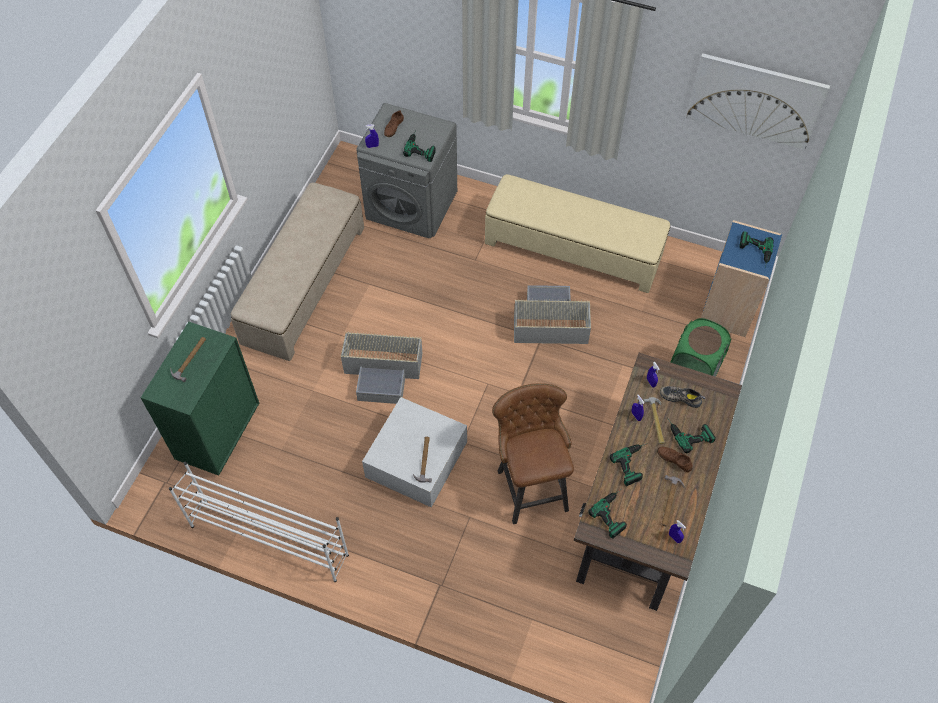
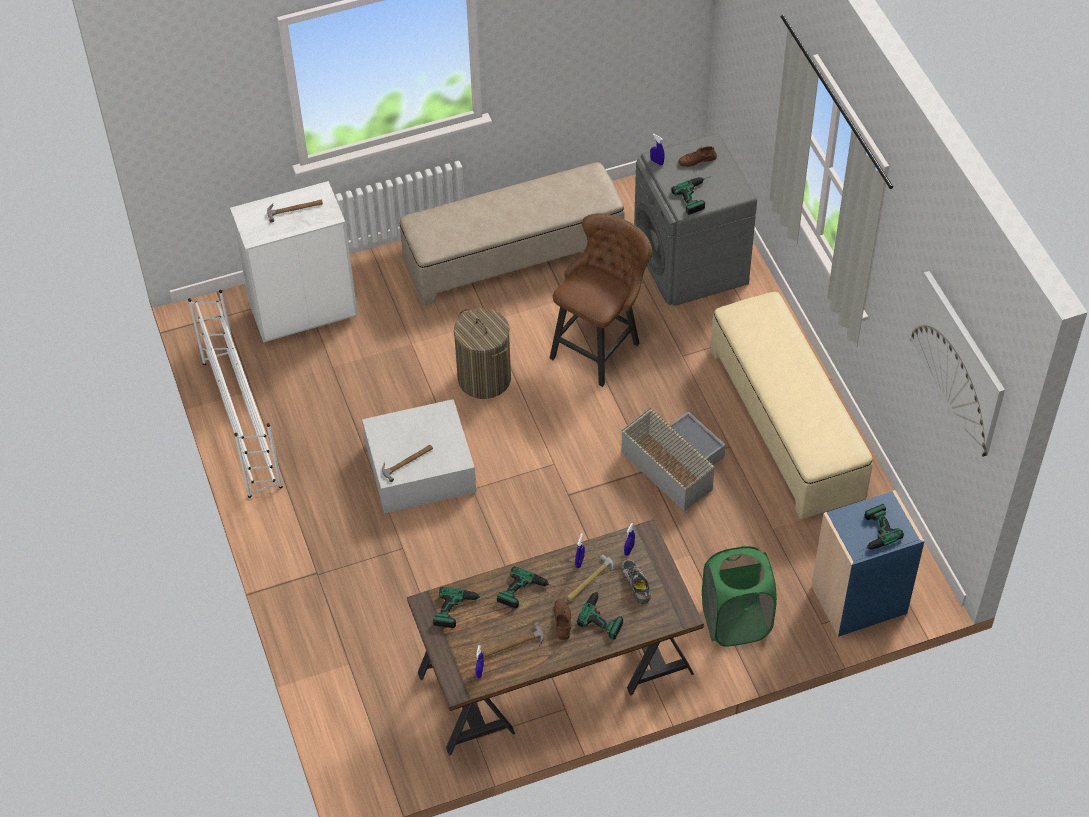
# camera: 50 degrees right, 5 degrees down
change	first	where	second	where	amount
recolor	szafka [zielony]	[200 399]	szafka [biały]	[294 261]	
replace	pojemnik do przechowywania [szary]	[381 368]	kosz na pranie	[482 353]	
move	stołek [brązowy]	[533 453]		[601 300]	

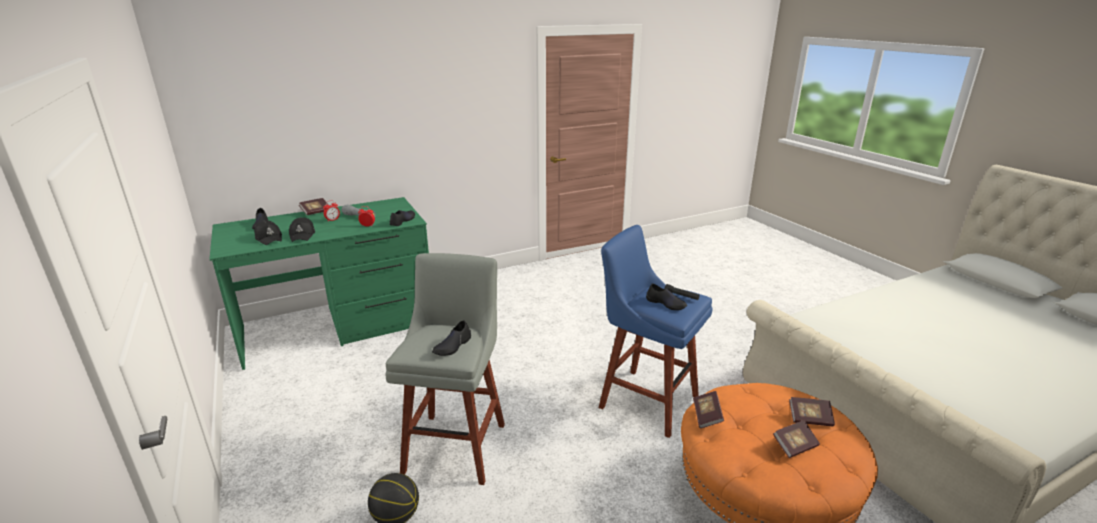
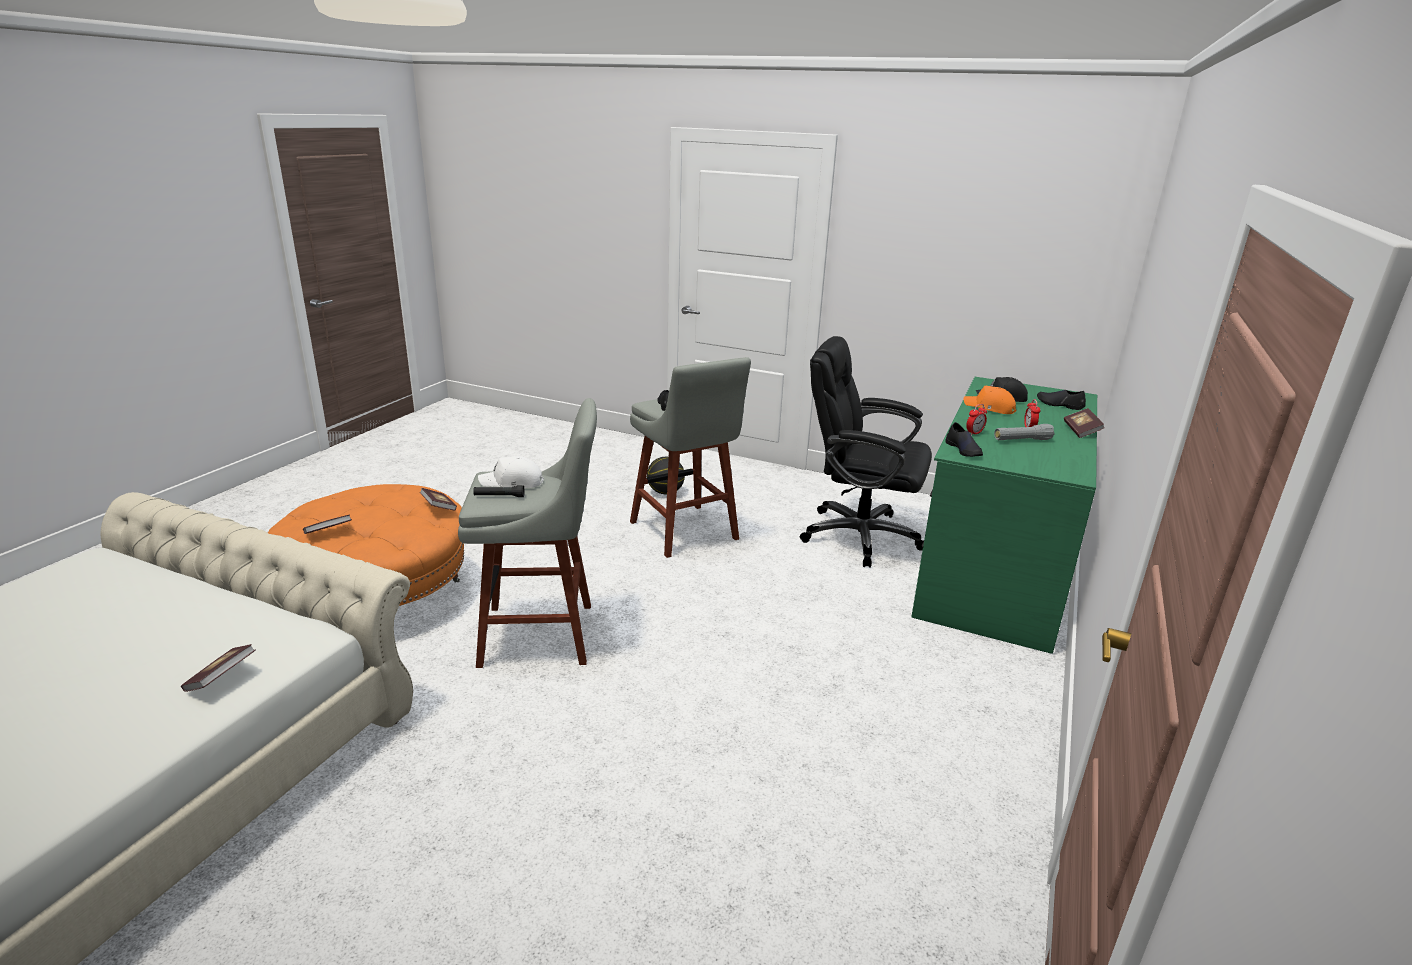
# camera: 140 degrees right, 0 degrees up
change	first	where	second	where	amount
move	książka	[796 439]		[218 668]	
recolor	stołek [niebieski]	[656 331]	stołek [szary]	[527 533]	
replace	but [czarny]	[666 296]	czapka z daszkiem [biały]	[511 472]	
insert			krzesło biurowe [czarny]	[866 452]	
recolor	czapka z daszkiem [czarny]	[302 229]	czapka z daszkiem [pomarańczowy]	[990 400]	

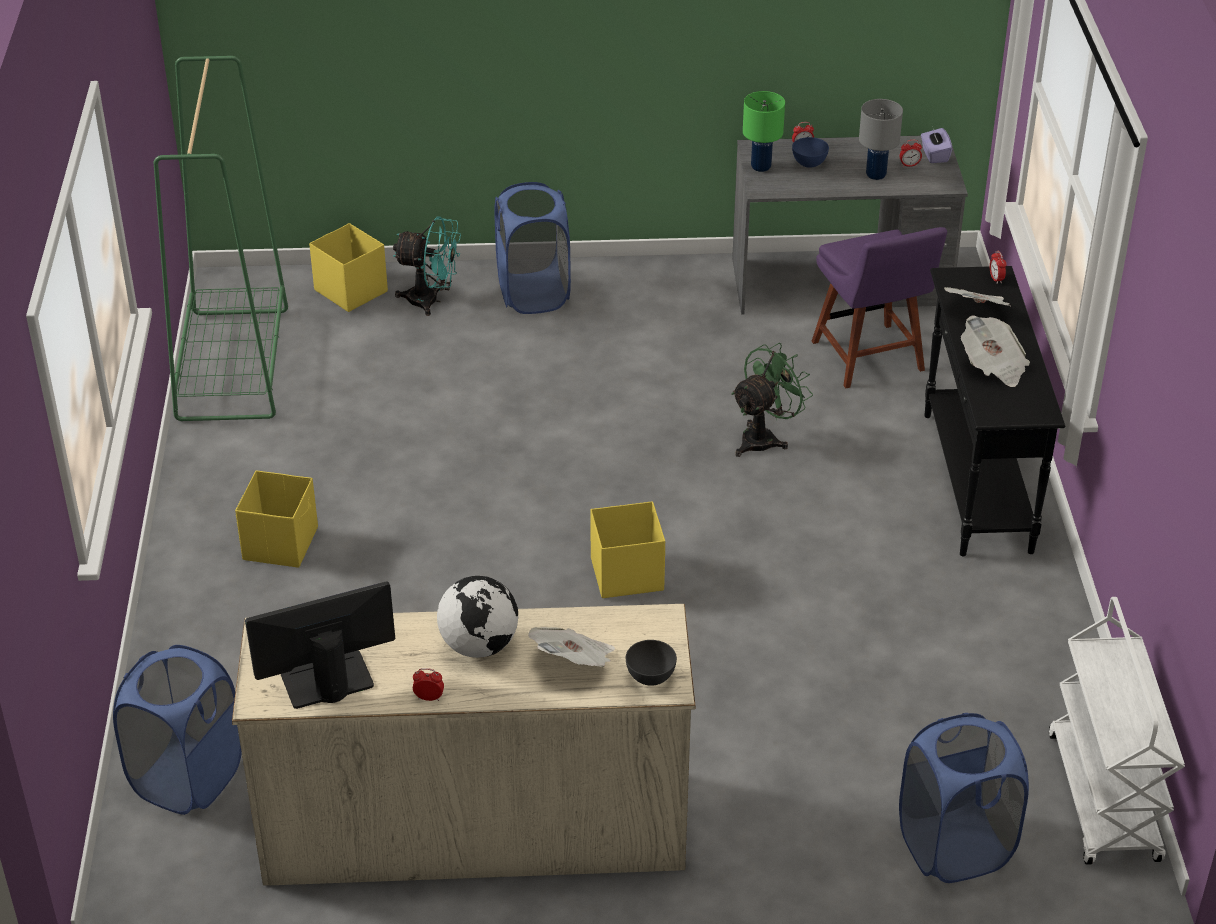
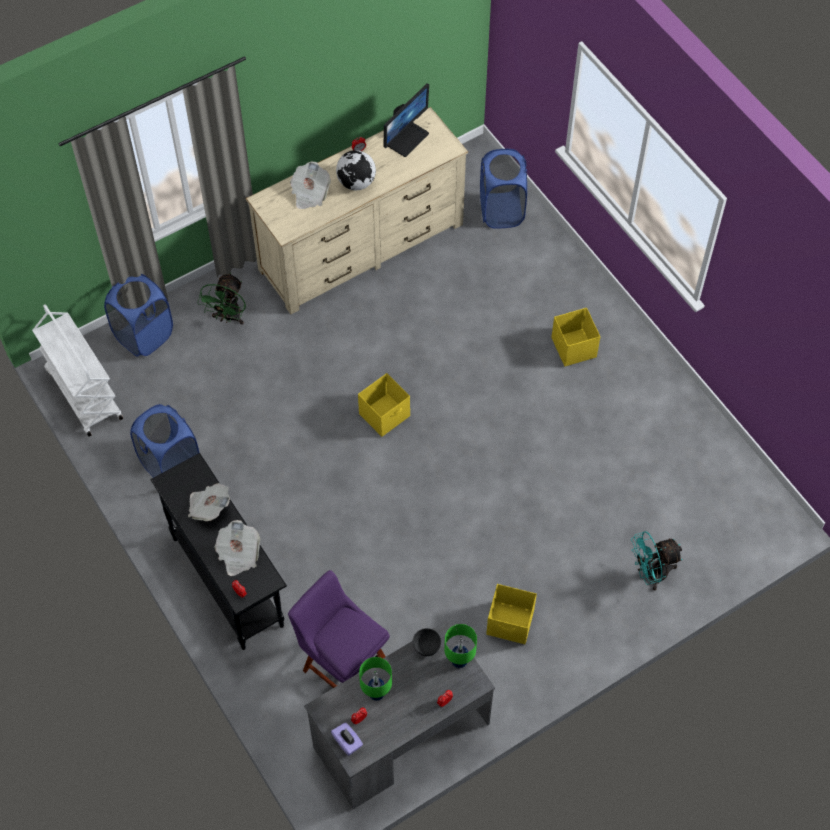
# camera: 150 degrees right, 20 degrees up
change	first	where	second	where	amount
move	kosz na pranie [niebieski]	[532 248]		[165 441]	
move	wentylator [zielony]	[772 400]		[221 299]	
recolor	lampa stołowa [szary]	[881 139]	lampa stołowa [zielony]	[375 679]	
move	miska [szary]	[651 663]		[427 642]	
move	pojemnik do przechowywania [żółty]	[348 267]		[511 614]	
delete	wieszak [zielony]	[221 238]			
delete	miska [niebieski]	[810 152]			

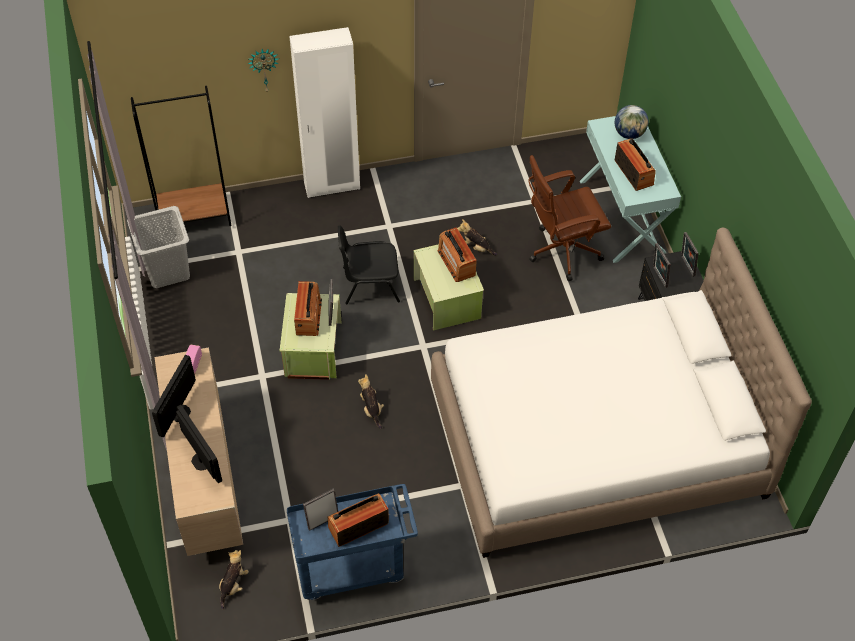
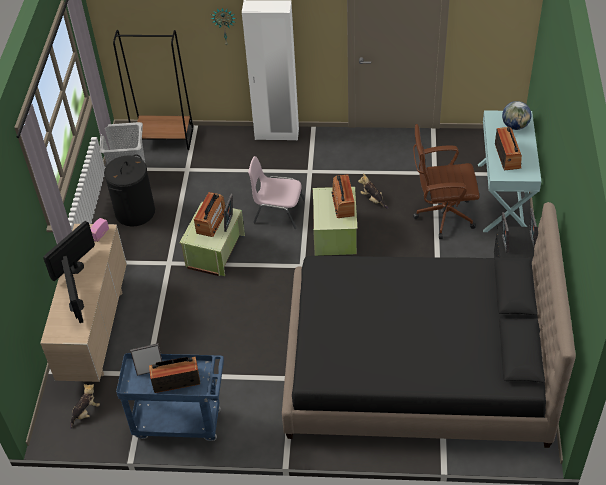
# camera: 20 degrees right, 5 degrees down
change	first	where	second	where	amount
insert			kosz na pranie [czarny]	[129 190]	
recolor	krzesło [czarny]	[369 264]	krzesło [różowy]	[276 192]	
recolor	łóżko [biały]	[621 393]	łóżko [czarny]	[429 325]	
delete	pluszak	[371 401]			

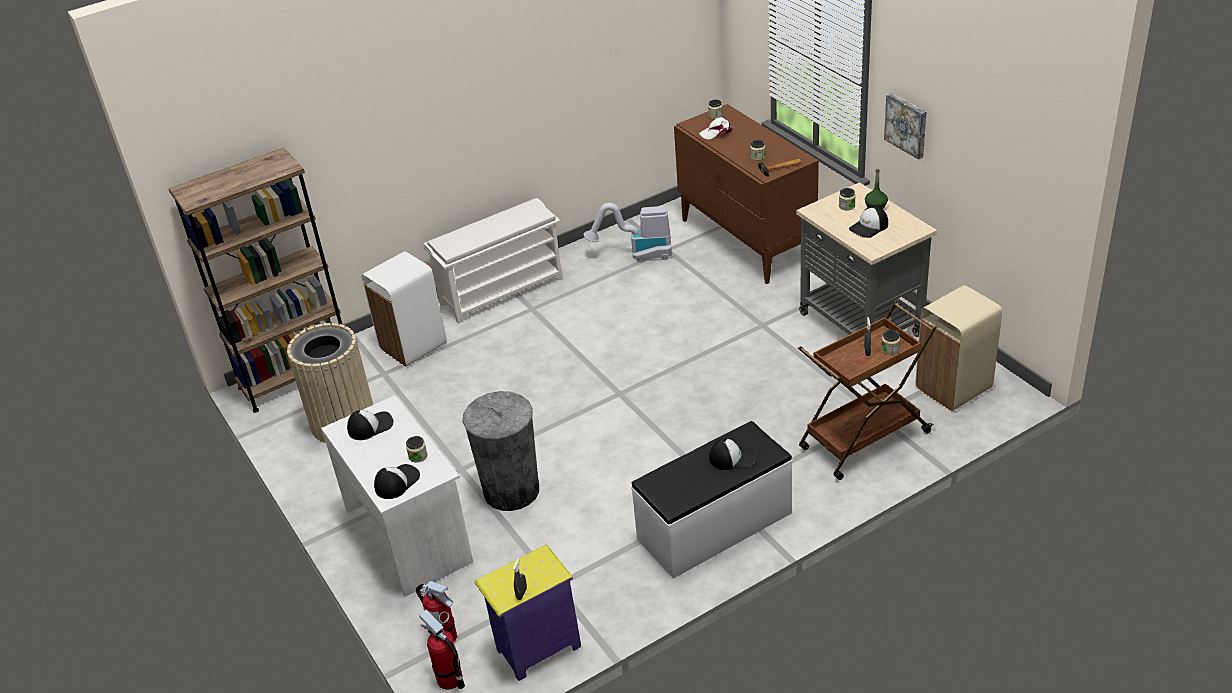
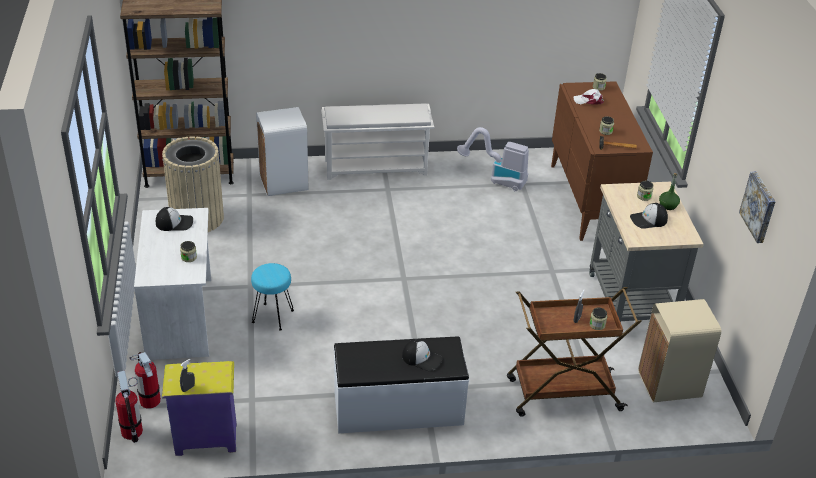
# camera: 20 degrees right, 0 degrees up
change	first	where	second	where	amount
replace	kosz na śmieci [szary]	[501 451]	stołek [turkusowy]	[272 297]	
move	obraz	[905 126]		[757 207]	
delete	czapka z daszkiem	[397 481]			

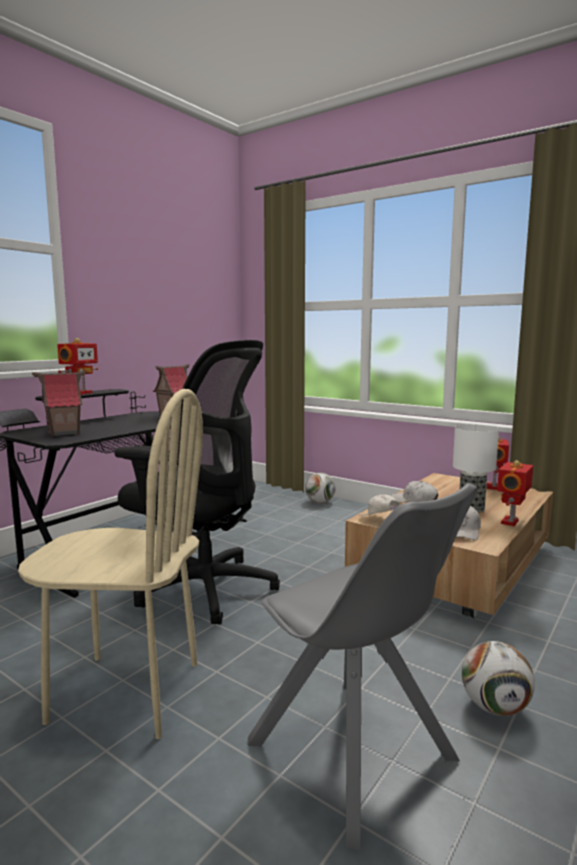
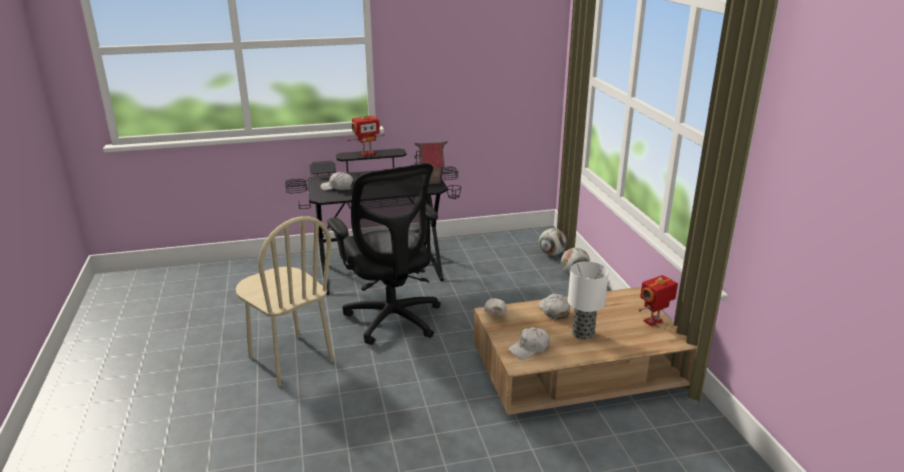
# camera: 40 degrees right, 15 degrees up
change	first	where	second	where	amount
replace	domek	[59 403]	czapka z daszkiem [biały]	[337 181]	
move	piłka futbolowa	[498 678]		[553 242]	
delete	krzesło [szary]	[362 666]			
delete	robot zabawkowy	[515 493]			

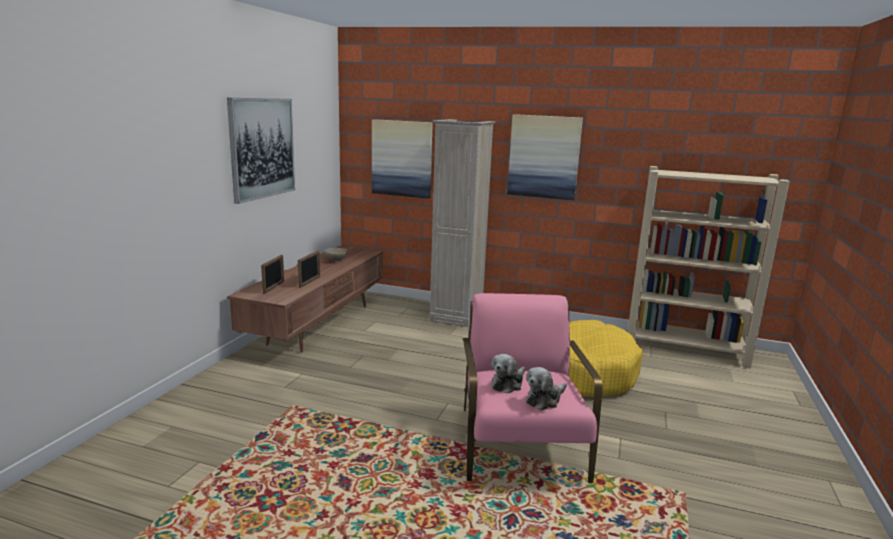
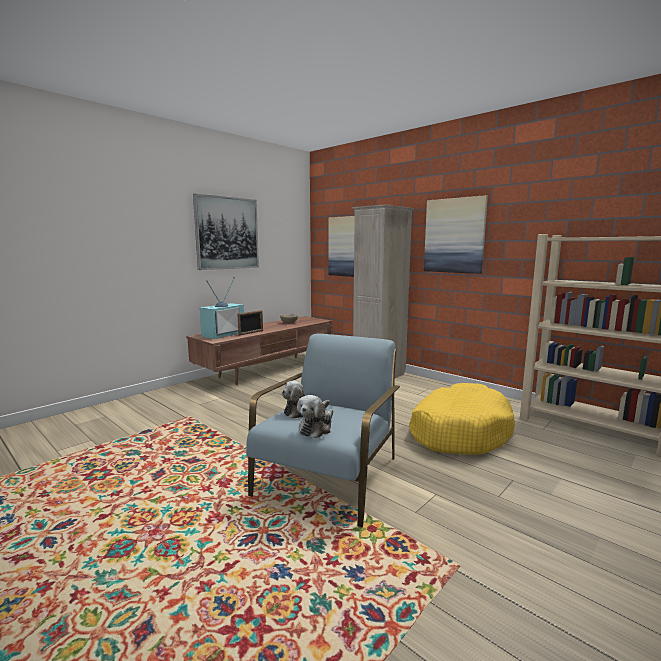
# camera: 25 degrees right, 5 degrees down
change	first	where	second	where	amount
replace	ramka na zdjęcie	[272 274]	telewizor	[222 307]	
recolor	fotel [różowy]	[532 388]	fotel [niebieski]	[323 430]	
rotate	pluszak	[546 388]		[315 416]	45 degrees counterclockwise

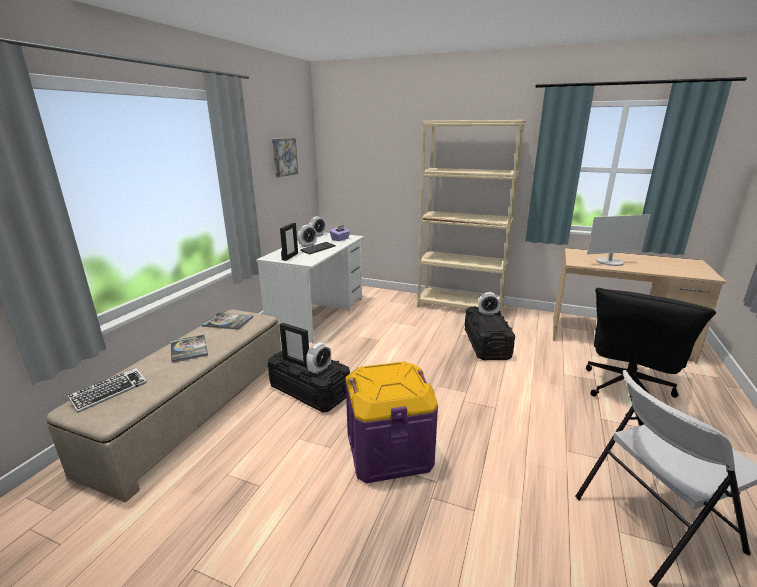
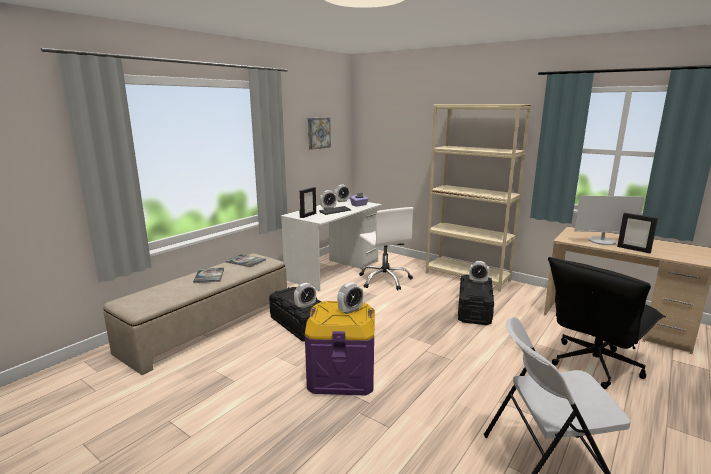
# camera: 15 degrees right, 5 degrees down
change	first	where	second	where	amount
insert			budzik	[350 298]	
insert			krzesło biurowe [biały]	[386 248]	
move	ramka na zdjęcie	[294 345]		[637 233]	
delete	klawiatura	[107 390]			

